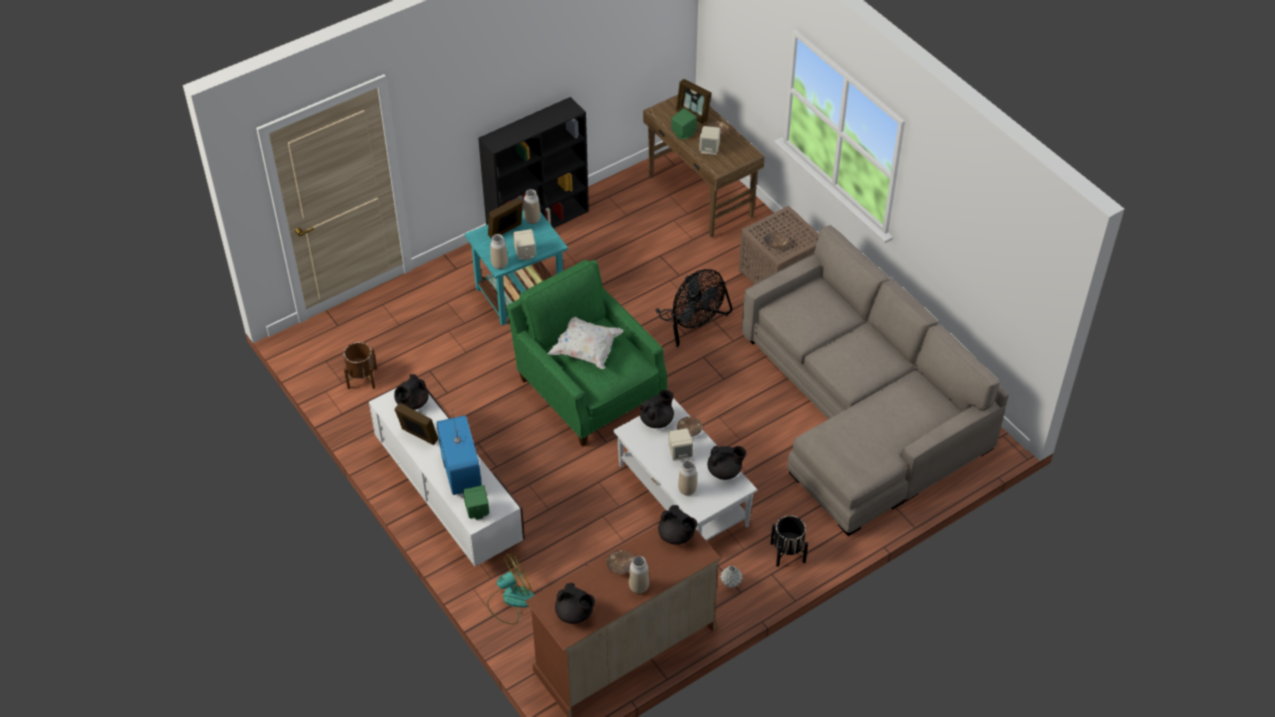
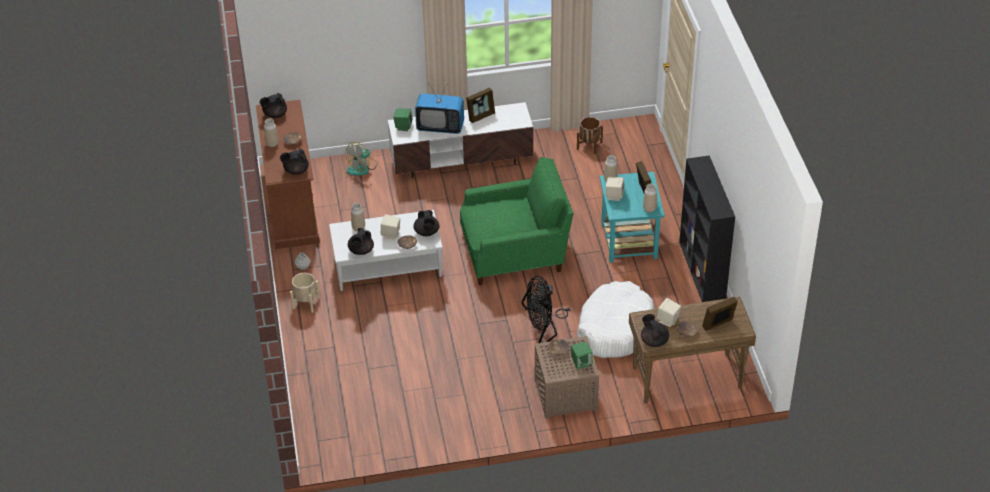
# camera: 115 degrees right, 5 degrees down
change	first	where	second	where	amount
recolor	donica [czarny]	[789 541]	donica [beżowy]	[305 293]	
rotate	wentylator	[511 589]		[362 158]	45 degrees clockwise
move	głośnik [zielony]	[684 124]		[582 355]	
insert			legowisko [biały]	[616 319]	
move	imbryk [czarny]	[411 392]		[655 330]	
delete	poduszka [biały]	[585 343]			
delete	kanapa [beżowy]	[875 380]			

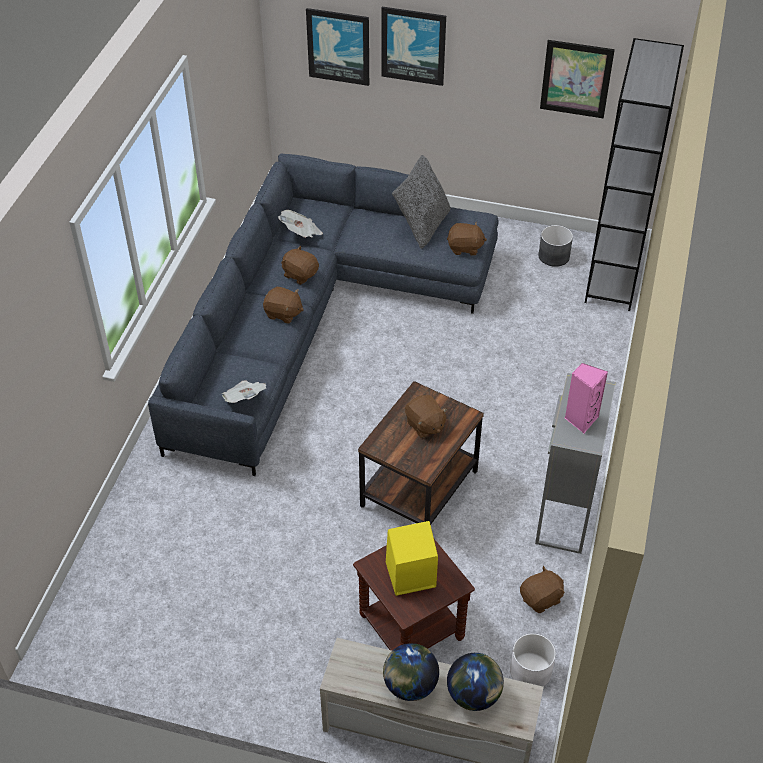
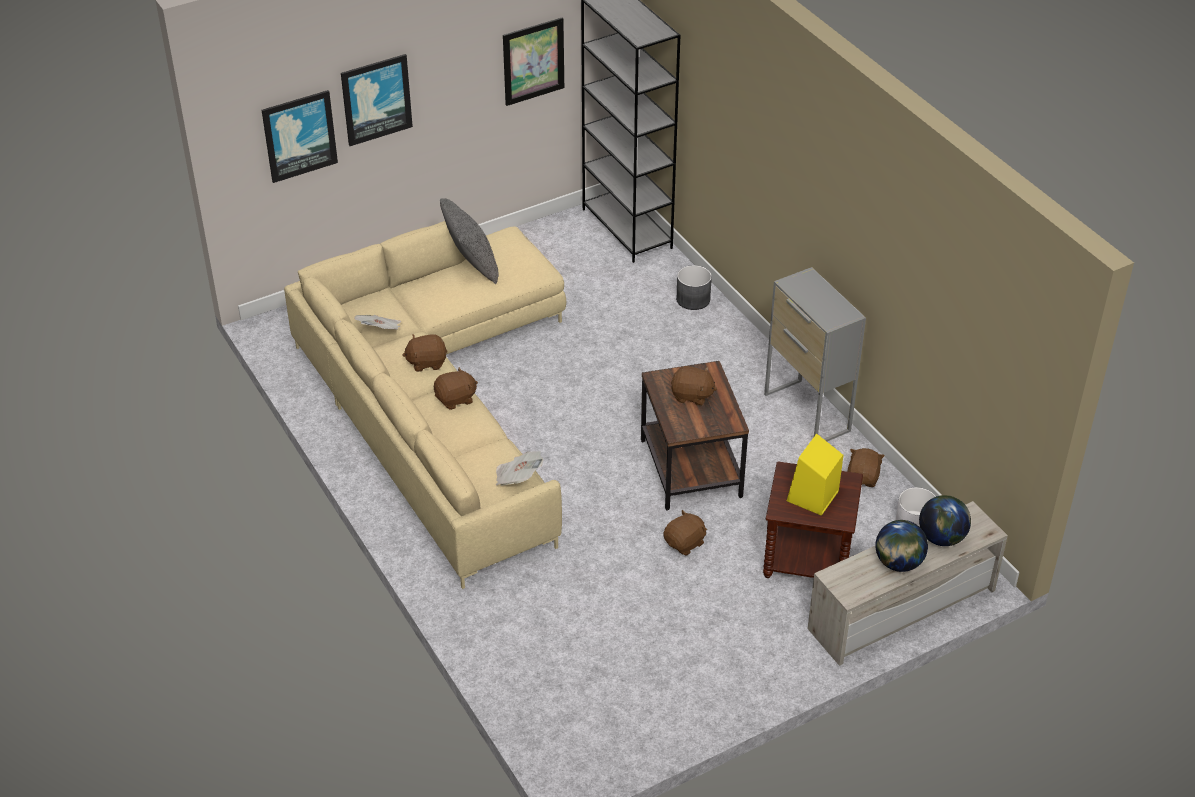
# camera: 45 degrees left, 5 degrees down
change	first	where	second	where	amount
recolor	kanapa [niebieski]	[323 315]	kanapa [beżowy]	[425 405]	
move	pluszak [brązowy]	[467 238]		[685 533]	
move	donica [szary]	[555 246]		[694 287]	
delete	głośnik [różowy]	[586 398]			

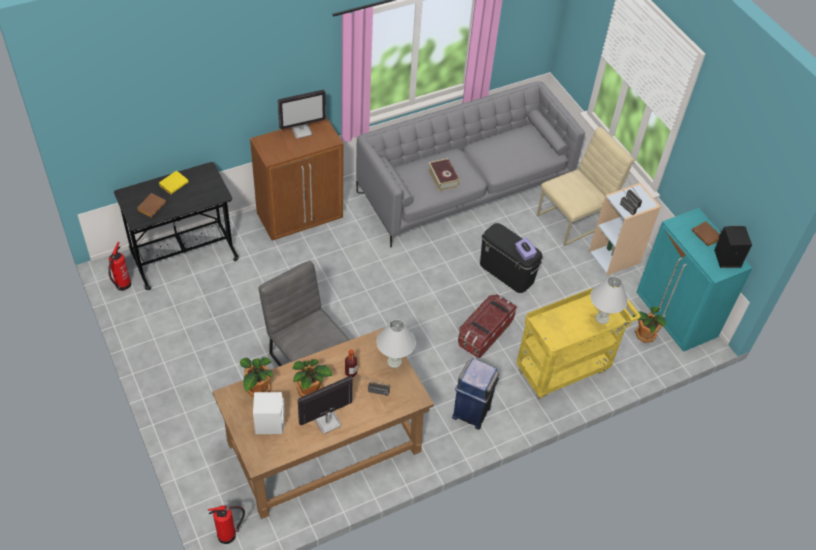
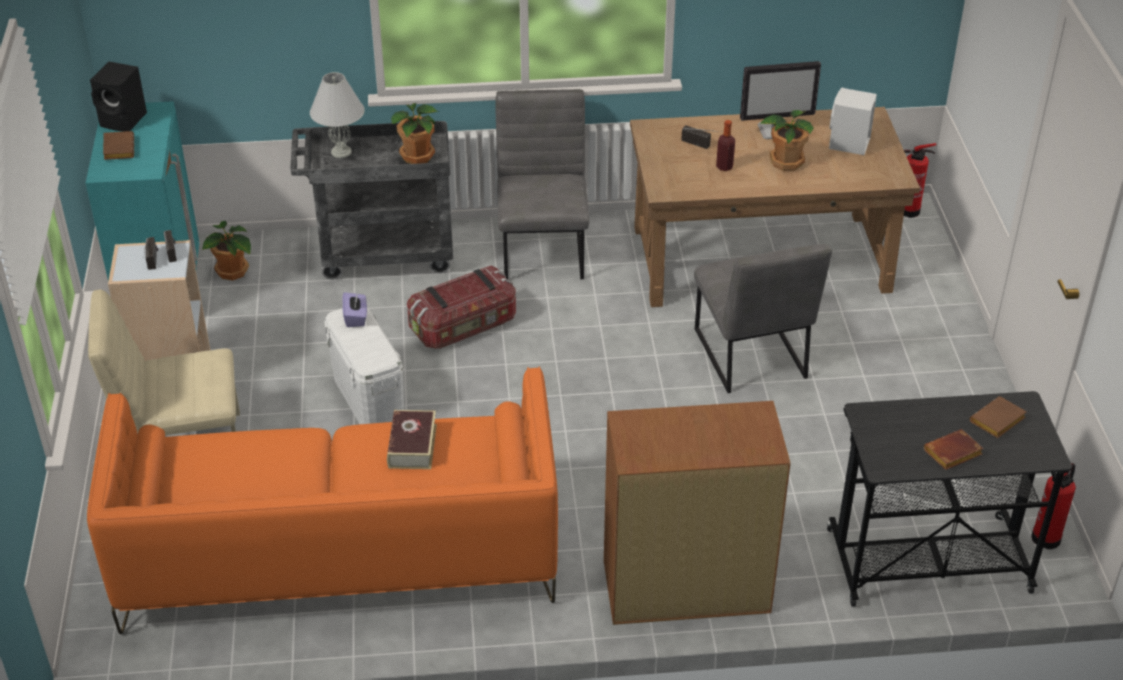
# camera: 155 degrees left, 10 degrees down
change	first	where	second	where	amount
recolor	kanapa [szary]	[470 164]	kanapa [pomarańczowy]	[322 500]	
recolor	wózek [żółty]	[578 342]	wózek [czarny]	[372 200]	
recolor	pojemnik do przechowywania [czarny]	[511 258]	pojemnik do przechowywania [biały]	[364 366]	
move	roślina doniczkowa	[256 377]		[415 133]	
replace	kosz na śmieci [niebieski]	[475 394]	krzesło [szary]	[542 184]	
recolor	książka [żółty]	[174 182]	książka [brązowy]	[954 449]	
delete	monitor	[302 114]			
delete	lampa stołowa [biały]	[396 343]			

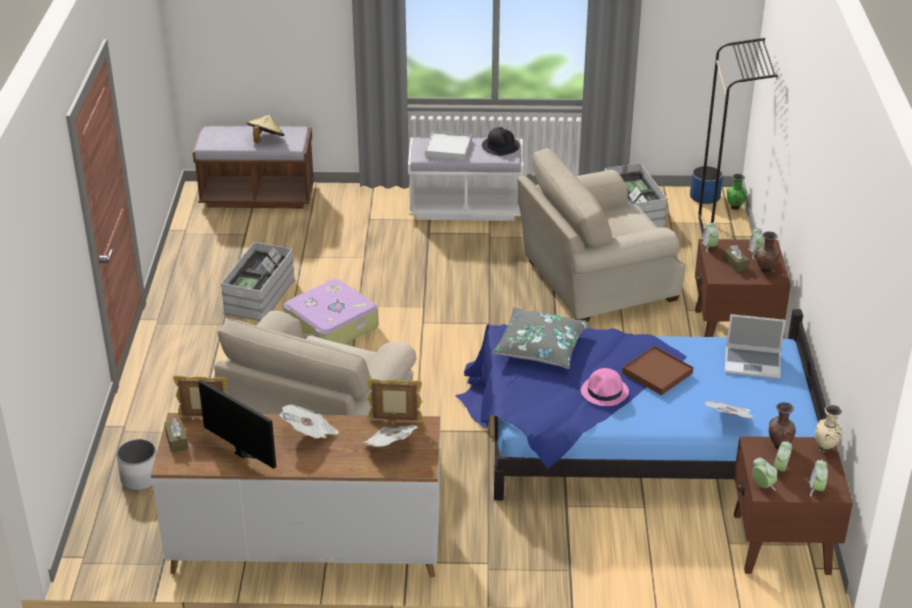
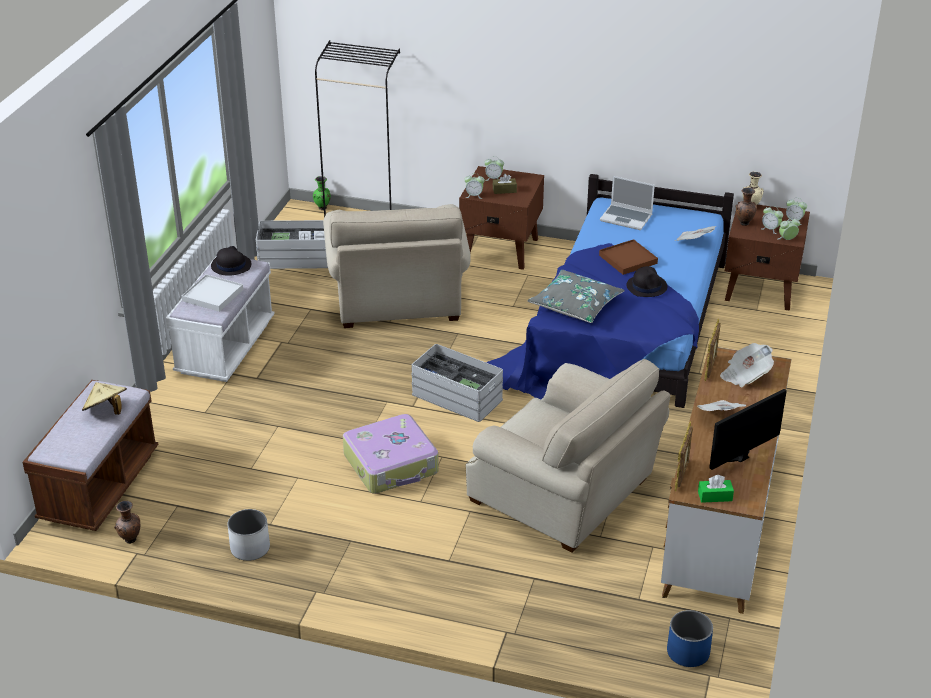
# camera: 75 degrees left, 0 degrees up
change	first	where	second	where	amount
move	wazon [brązowy]	[768 252]		[127 522]	
move	donica [biały]	[136 464]		[249 535]	
move	pojemnik do przechowywania [szary]	[258 281]		[457 383]	
rotate	laptop	[755 346]		[627 203]	90 degrees clockwise
recolor	kapelusz [różowy]	[605 387]	kapelusz [czarny]	[646 281]	
move	donica [niebieski]	[706 185]		[690 638]	
recolor	pudełko chusteczek [brązowy]	[176 435]	pudełko chusteczek [zielony]	[716 489]	

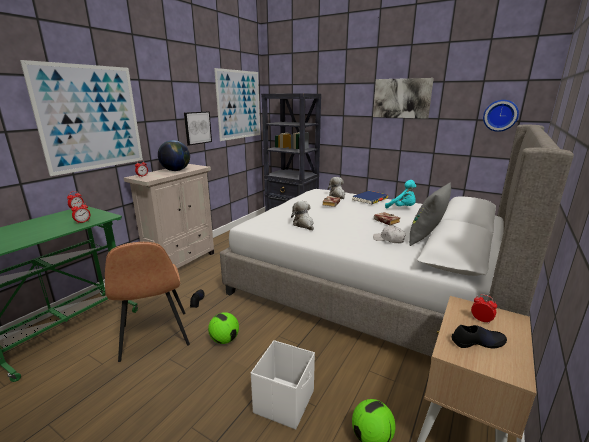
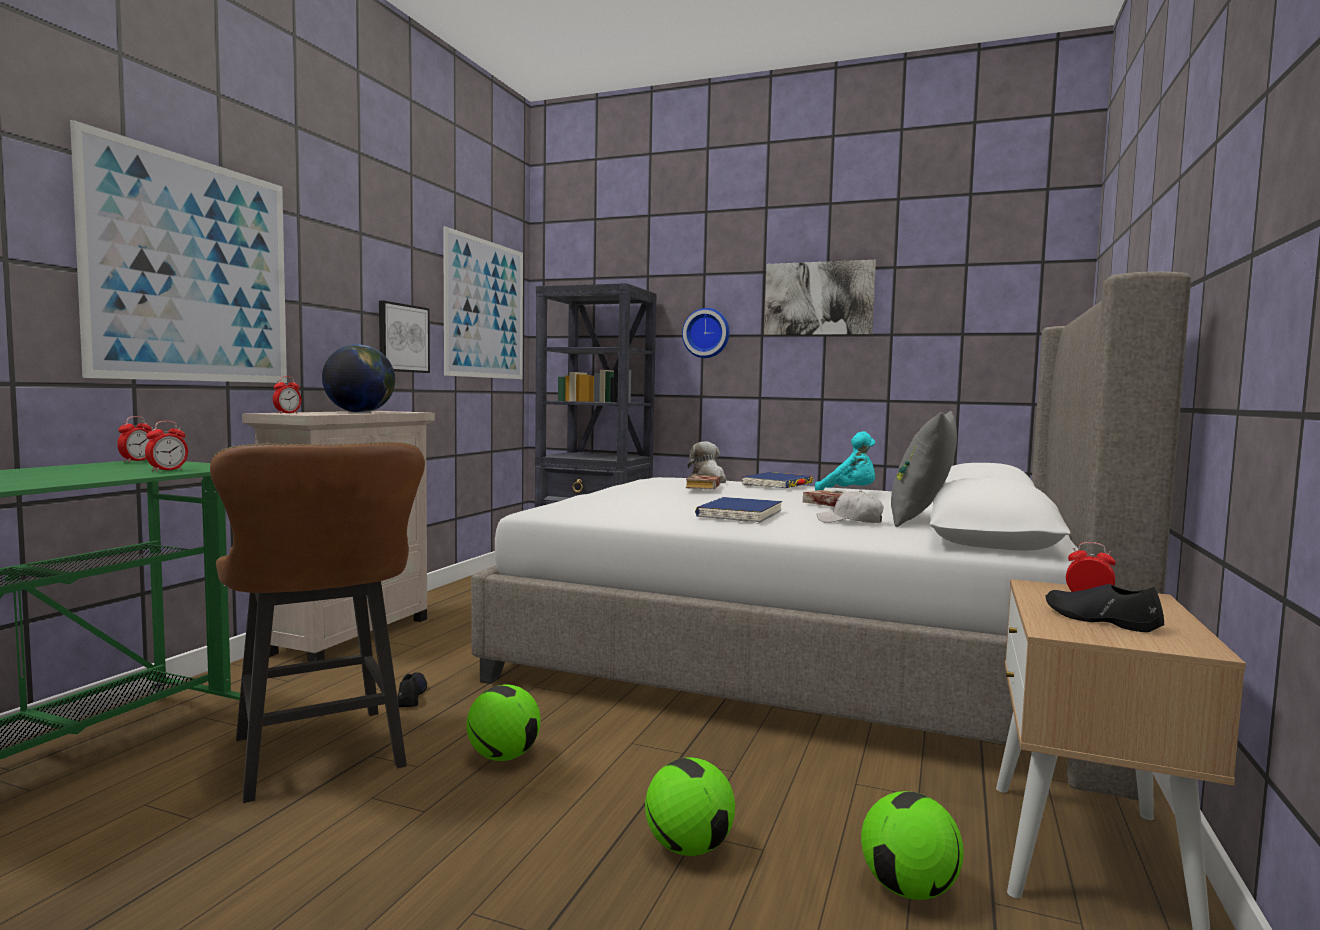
# camera: 10 degrees left, 15 degrees down
change	first	where	second	where	amount
replace	krzesło [brązowy]	[147 302]	stołek [brązowy]	[317 622]	
replace	pojemnik do przechowywania [biały]	[283 385]	piłka futbolowa	[690 806]	
move	zegar ścienny	[501 116]		[705 333]	
insert			książka [niebieski]	[738 510]	
rotate	but [czarny]	[479 336]		[1105 608]	120 degrees counterclockwise
delete	pluszak	[302 216]			

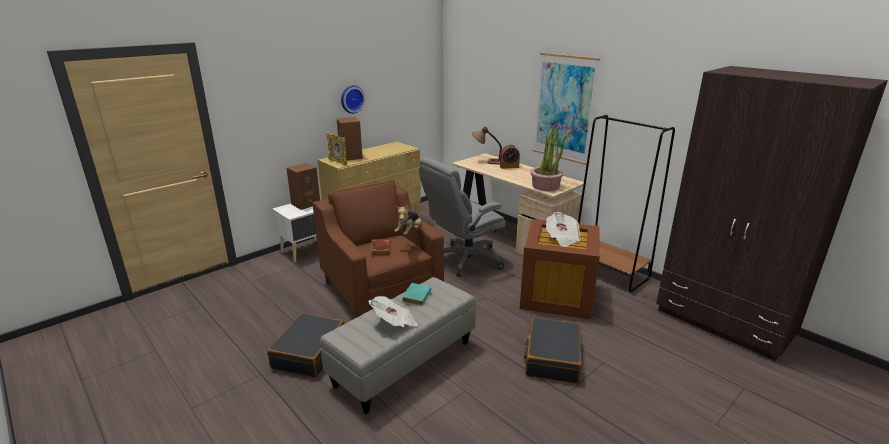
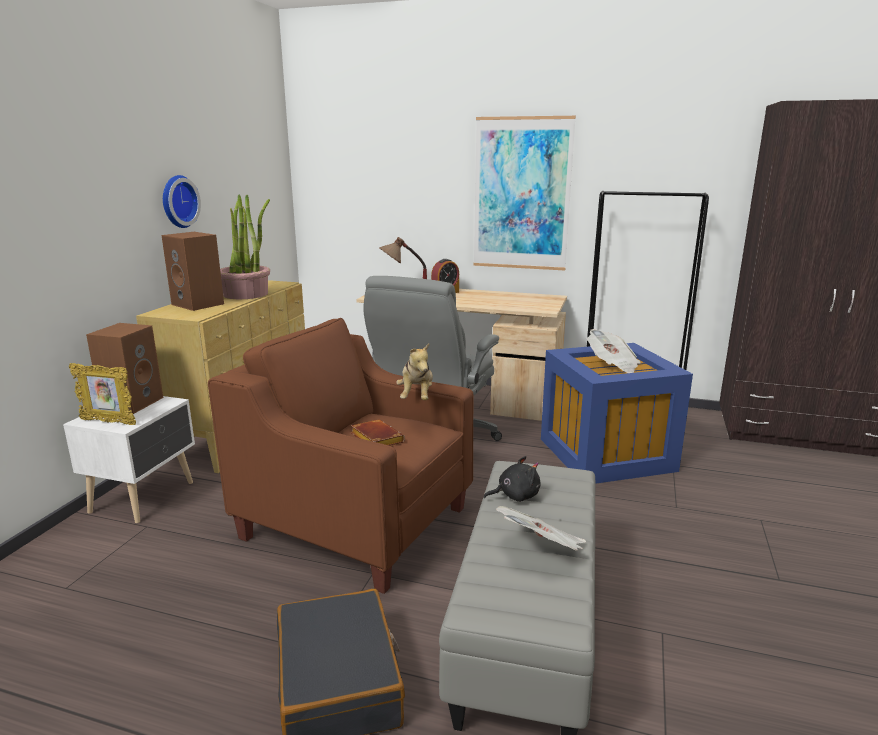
# camera: 30 degrees left, 5 degrees down
change	first	where	second	where	amount
move	ramka na zdjęcie	[336 149]		[102 394]	
move	roślina doniczkowa	[551 158]		[245 247]	
replace	książka [turkusowy]	[416 294]	pluszak [czarny]	[512 479]	
recolor	pojemnik do przechowywania [brązowy]	[560 269]	pojemnik do przechowywania [niebieski]	[617 413]	
delete	walizka [czarny]	[553 351]			

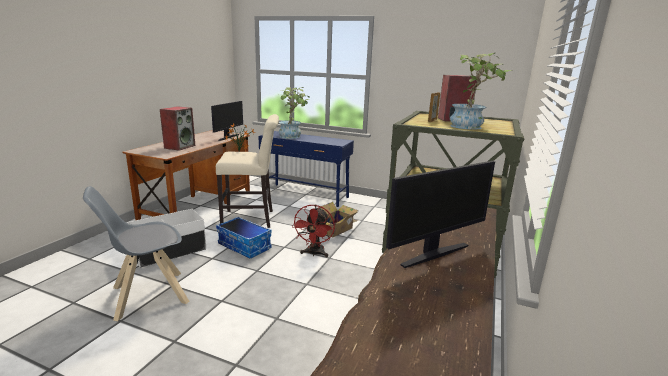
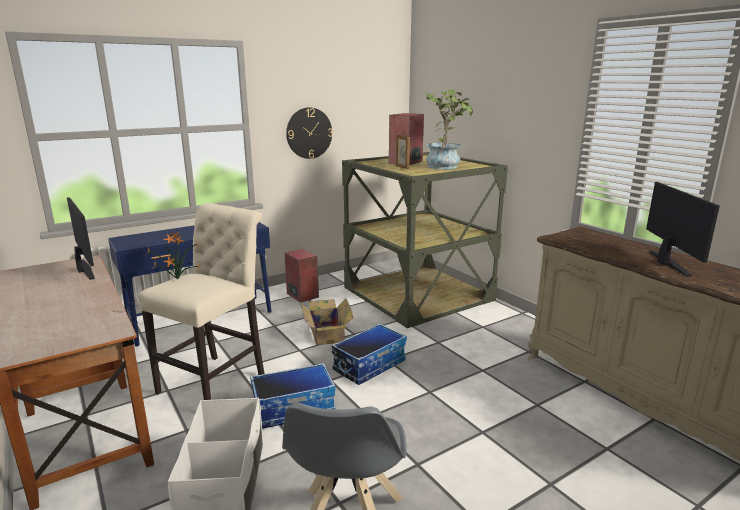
# camera: 55 degrees left, 0 degrees up
change	first	where	second	where	amount
move	głośnik	[177 128]		[301 276]	
insert			zegar ścienny	[309 133]	
replace	wentylator [czerwony]	[313 230]	pojemnik do przechowywania	[369 354]	
delete	roślina doniczkowa	[294 113]			

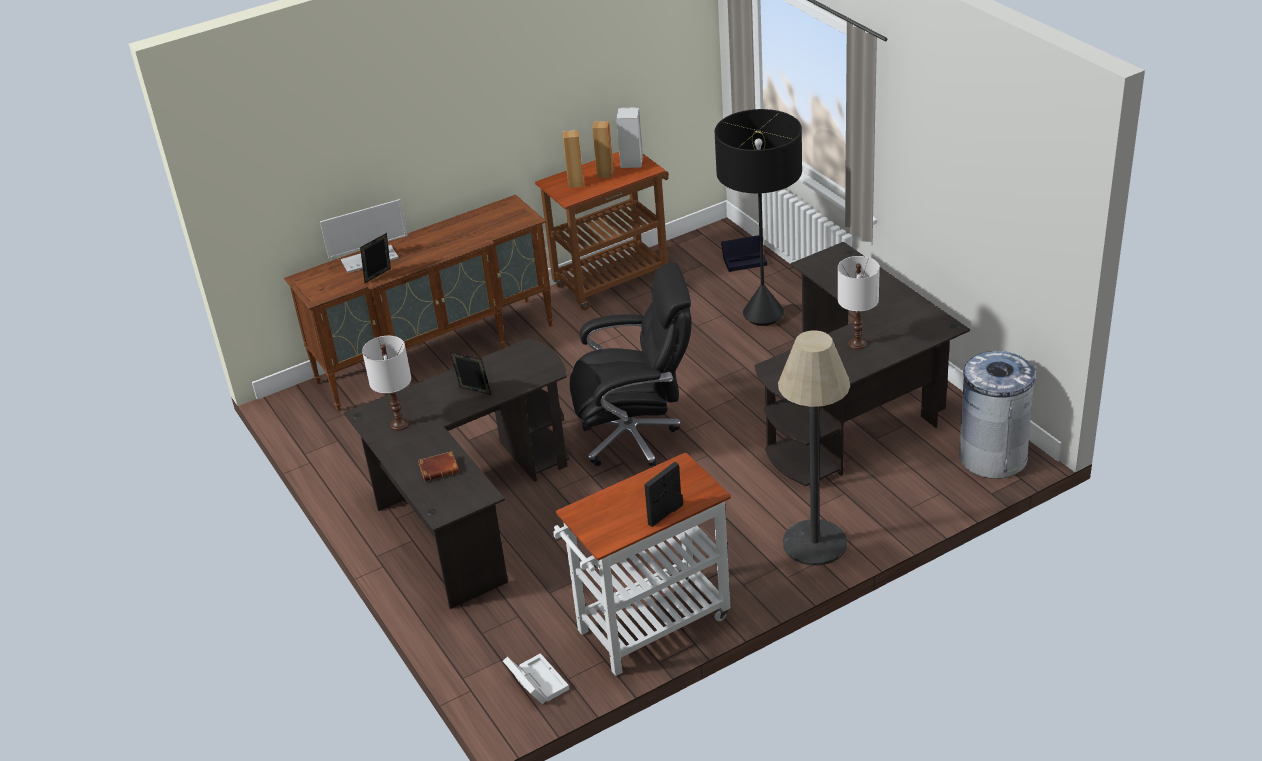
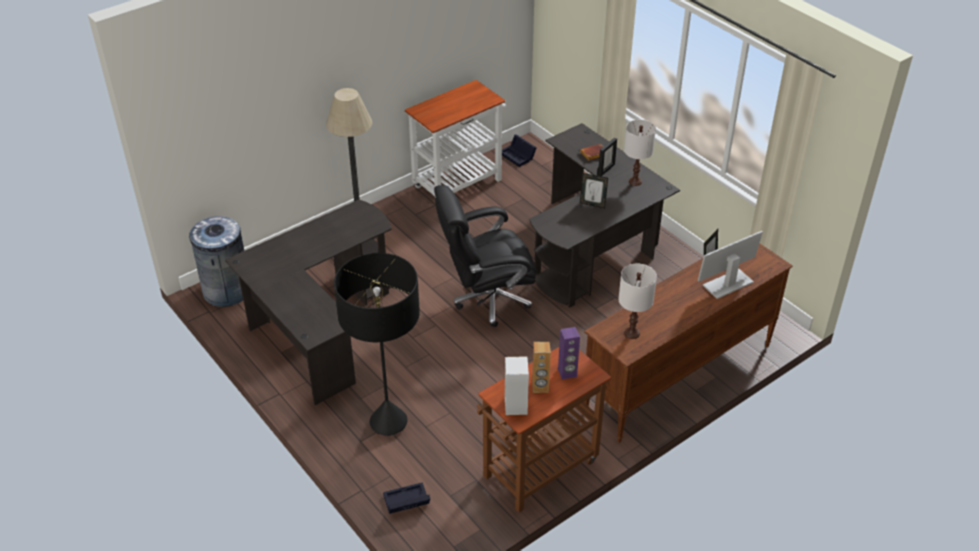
# camera: 170 degrees right, 5 degrees up
change	first	where	second	where	amount
recolor	pojemnik do przechowywania [biały]	[536 678]	pojemnik do przechowywania [czarny]	[519 151]	
recolor	głośnik [brązowy]	[573 159]	głośnik [fioletowy]	[569 353]	
move	ramka na zdjęcie	[663 494]		[607 156]	
move	lampa stołowa [biały]	[859 303]		[637 301]	

